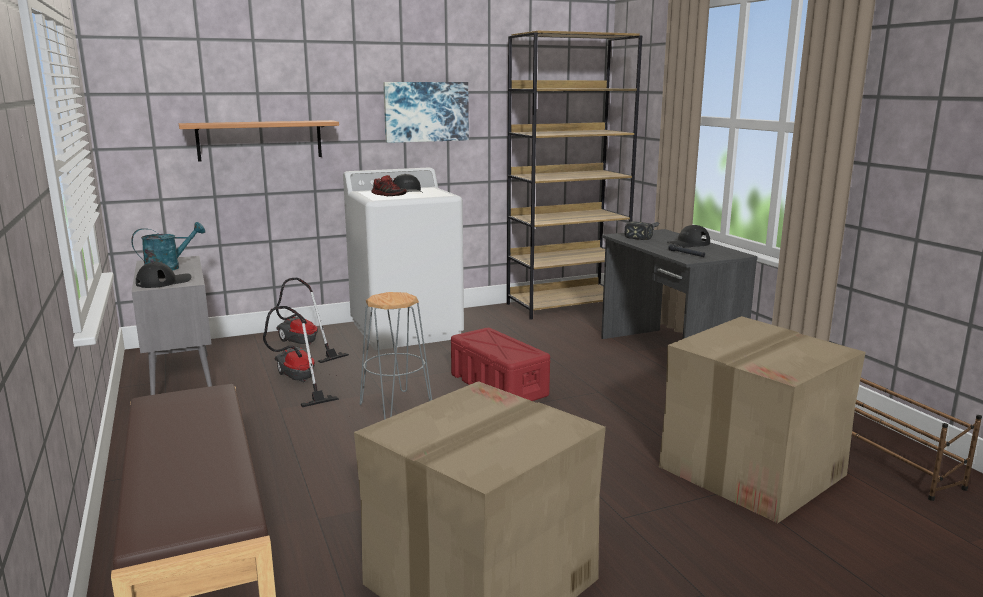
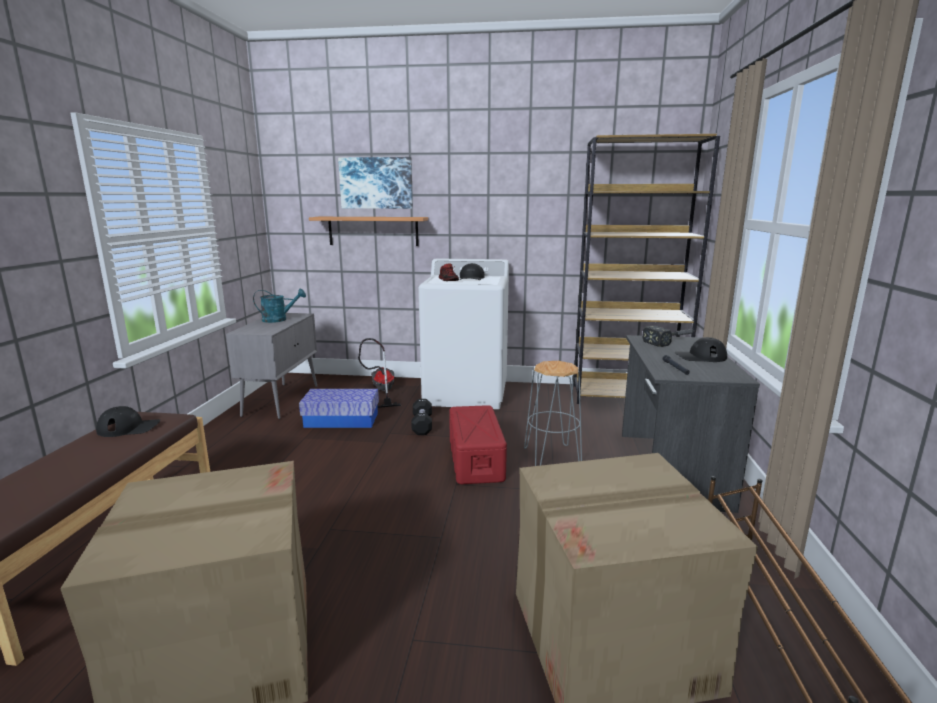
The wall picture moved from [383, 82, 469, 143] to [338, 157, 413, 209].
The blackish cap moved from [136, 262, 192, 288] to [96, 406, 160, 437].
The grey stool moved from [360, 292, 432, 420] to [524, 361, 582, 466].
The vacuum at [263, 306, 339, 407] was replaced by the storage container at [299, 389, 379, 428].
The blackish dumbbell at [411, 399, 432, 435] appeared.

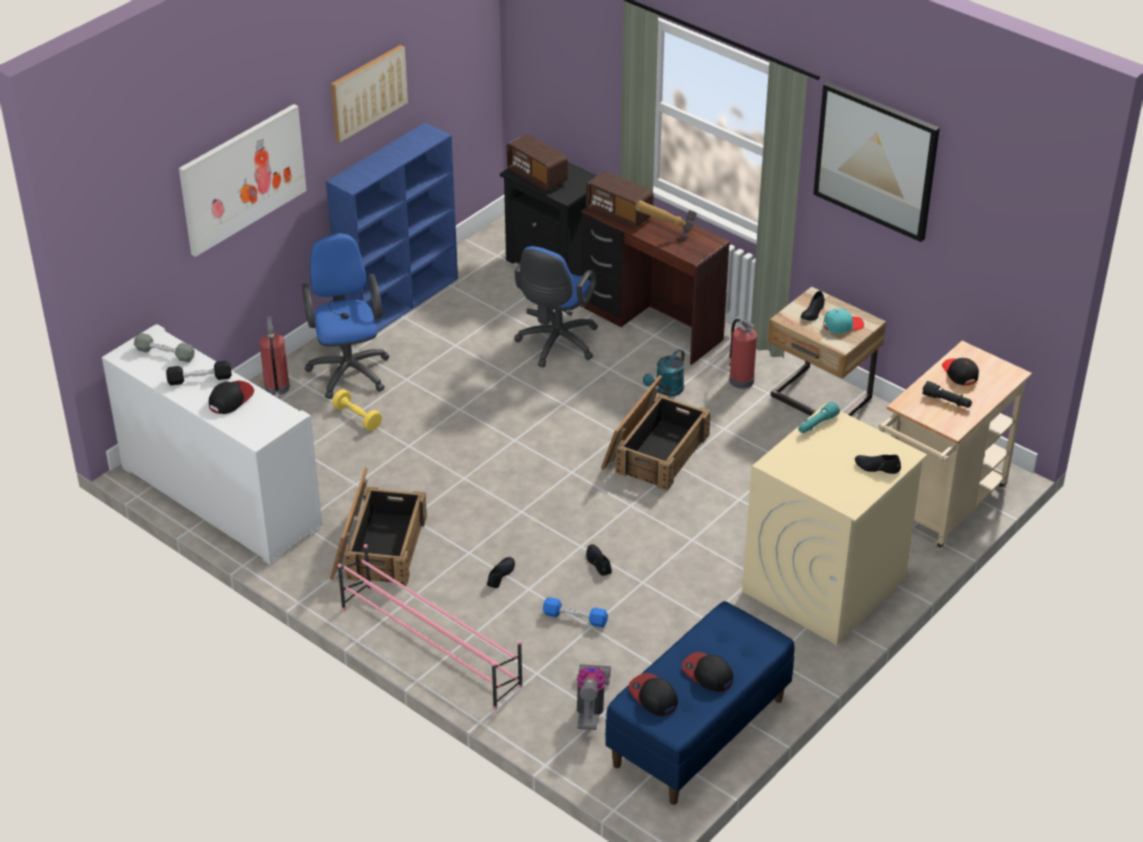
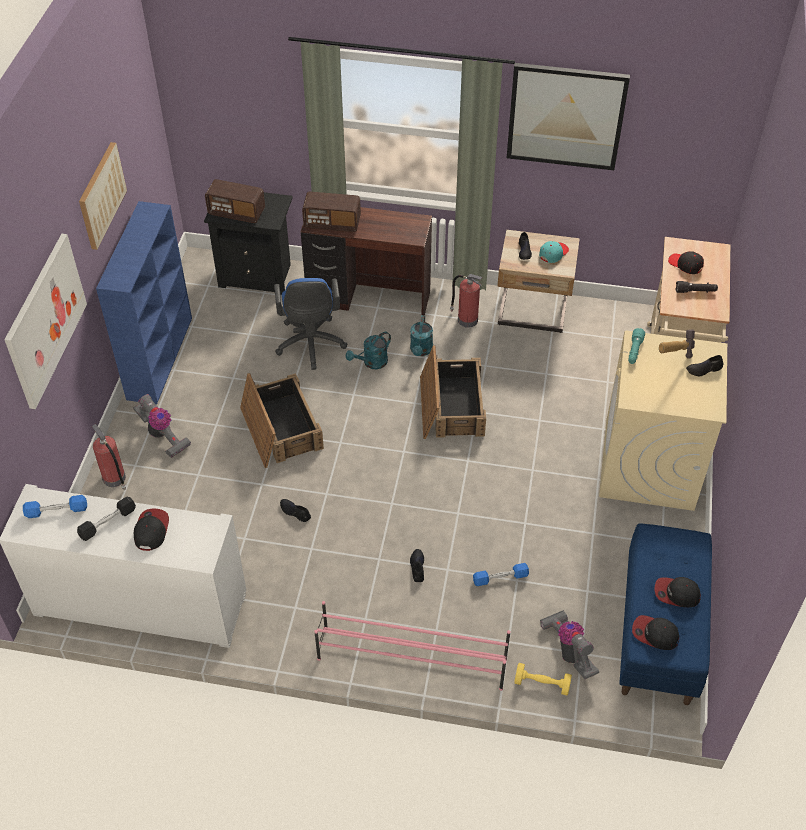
The hammer moved from [635, 200, 697, 239] to [659, 329, 695, 358].
The blue-coloured computer chair at [302, 233, 390, 399] was replaced by the vacuum at [133, 394, 191, 458].
The grey dumbbell at [134, 333, 195, 363] became the blue-coloured dumbbell at [23, 495, 87, 518].
The yellow-coloured dumbbell moved from [332, 389, 382, 431] to [514, 663, 572, 696].
The crate moved from [330, 468, 427, 586] to [240, 373, 324, 468].
The blackish item of footwear moved from [586, 544, 612, 576] to [280, 499, 311, 522].
The turquoise-coloured watering can at [346, 332, 391, 369] appeared.

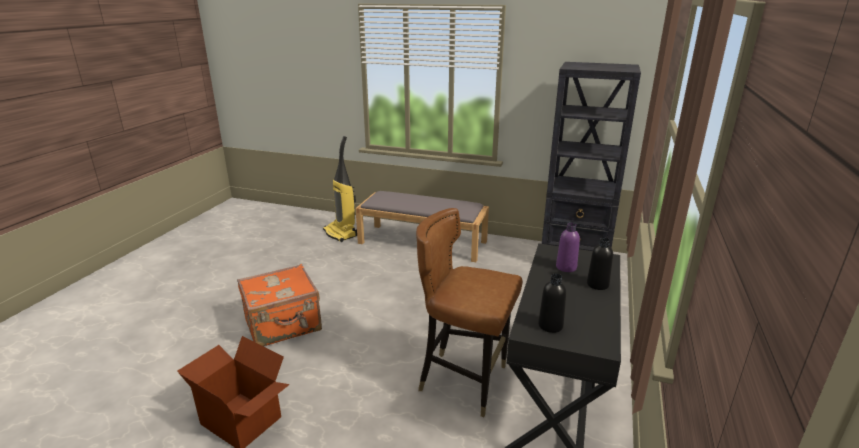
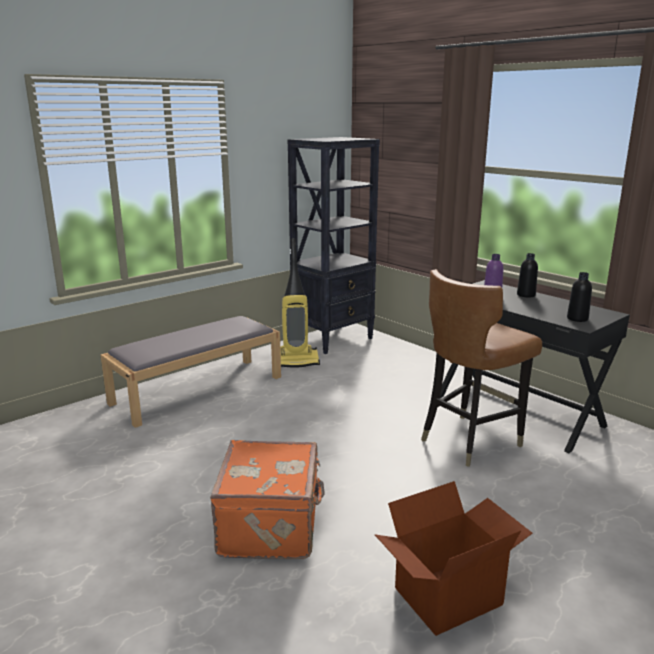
The vacuum moved from [323, 136, 357, 242] to [280, 238, 320, 368].

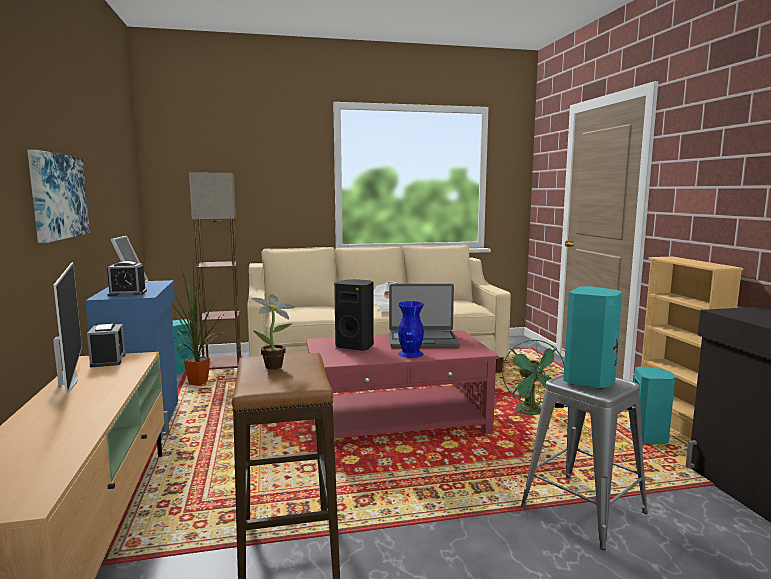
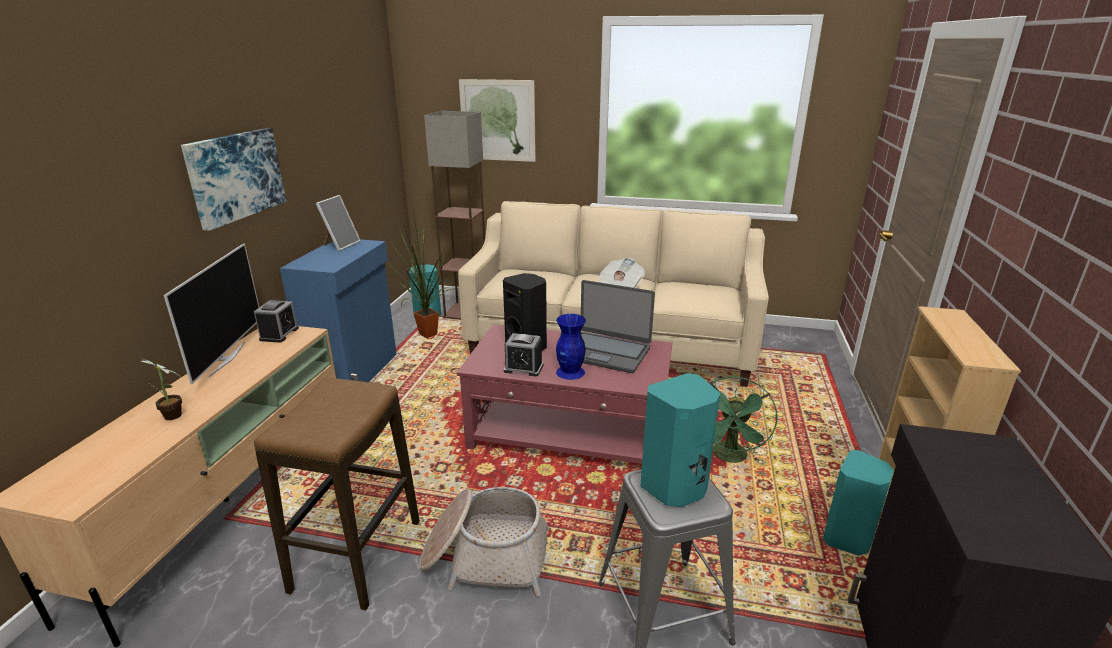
The bedside clock moved from [107, 261, 147, 296] to [504, 333, 543, 376].
The potted plant moved from [251, 294, 295, 370] to [141, 358, 182, 420].
The wall picture at [459, 79, 536, 162] appeared.
The household basket at [419, 487, 550, 597] appeared.

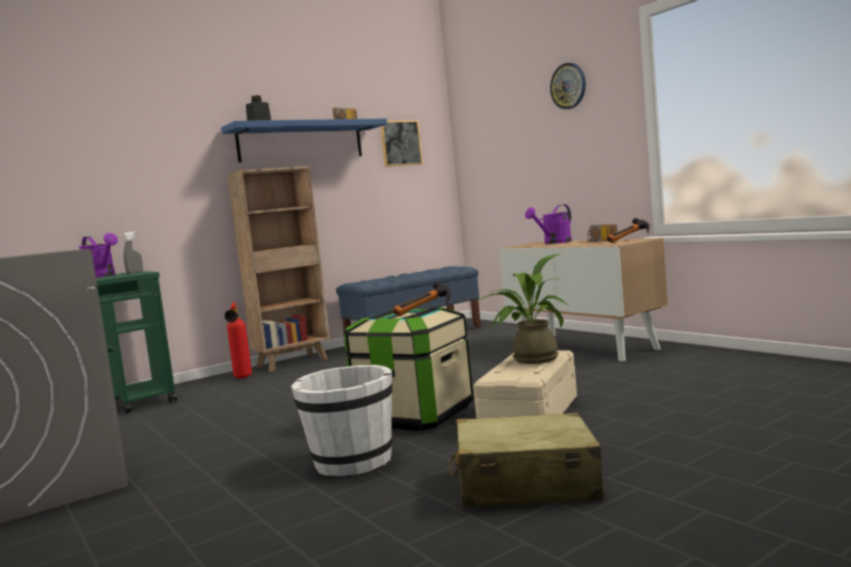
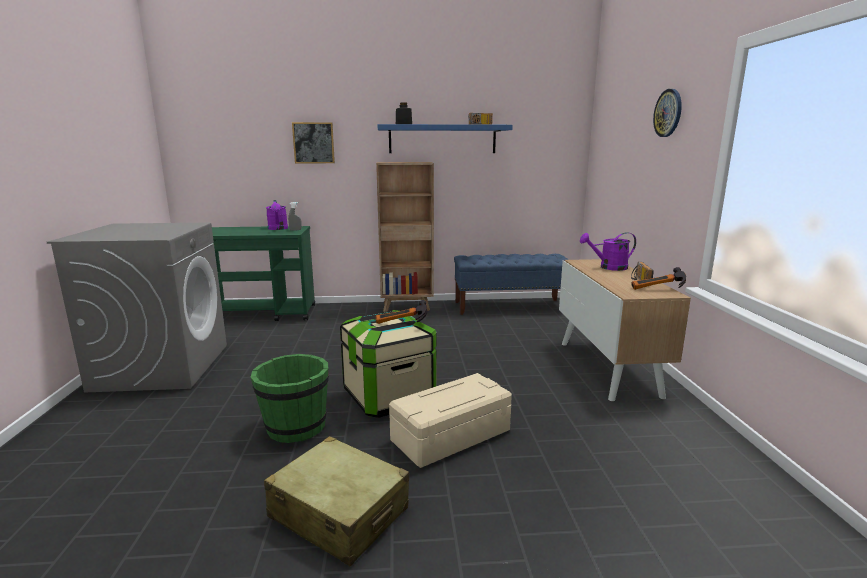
The wall picture moved from [380, 120, 423, 167] to [292, 122, 335, 163].
The potted plant at [477, 254, 568, 364] disappeared.
The fire-fighting cylinder at [224, 302, 252, 378] disappeared.
The white water bucket at [291, 365, 393, 476] became the greenish water bucket at [251, 354, 329, 443].

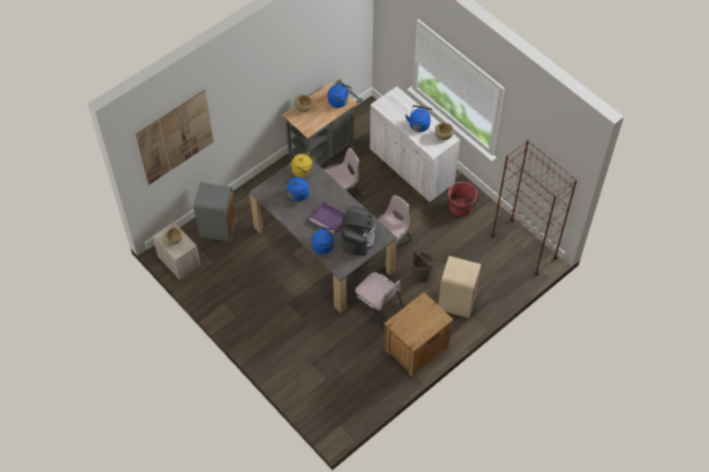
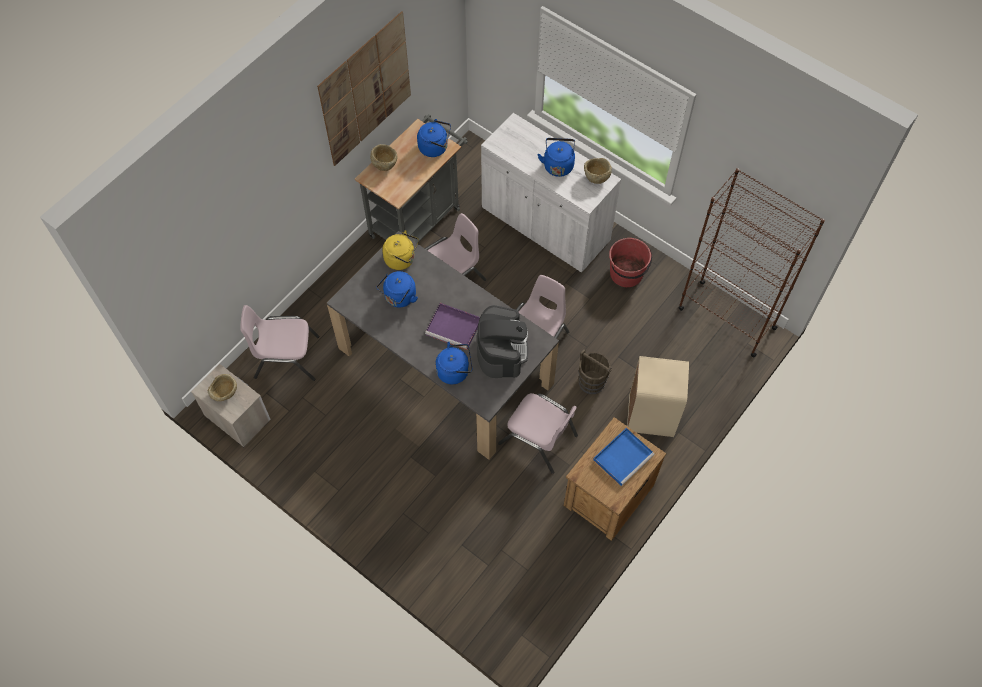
The wall picture moved from [136, 90, 213, 185] to [317, 11, 411, 166].
The grey rubbish bin at [194, 183, 237, 242] was replaced by the pink-coloured chair at [240, 305, 319, 381].
The blue-coloured tray at [593, 428, 655, 486] appeared.

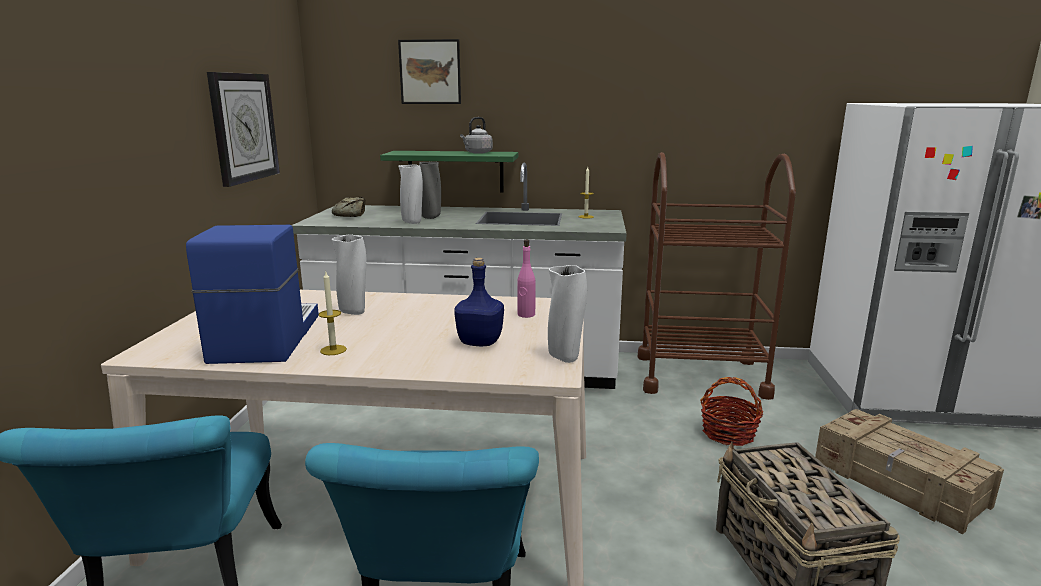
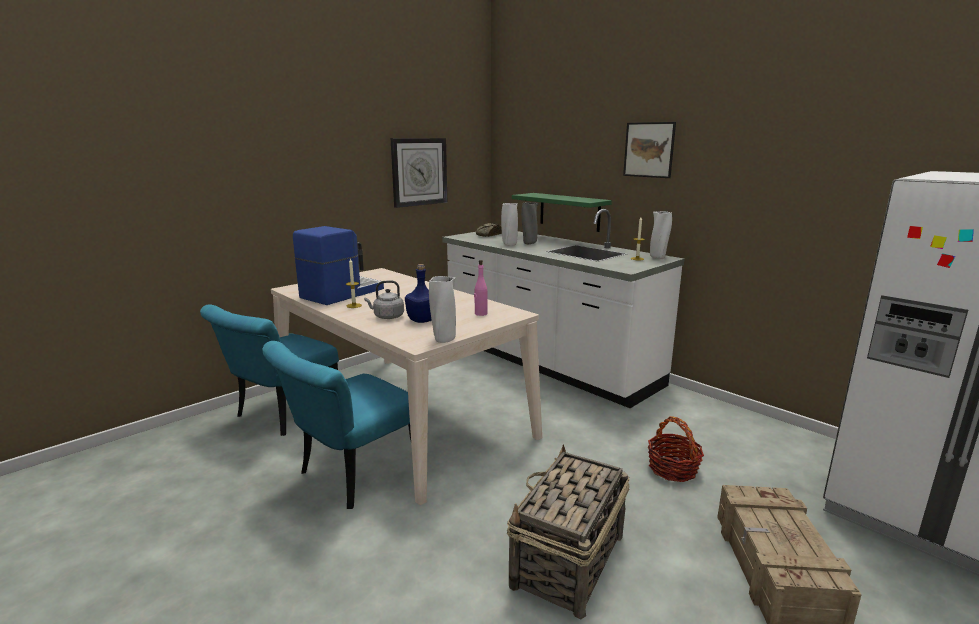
The wall picture moved from [398, 39, 461, 104] to [623, 122, 676, 178].
The grey tea kettle moved from [460, 117, 493, 154] to [364, 280, 404, 319].
The brown cart at [637, 152, 796, 400] disappeared.
The white decorative vase moved from [331, 234, 367, 315] to [650, 211, 672, 259].

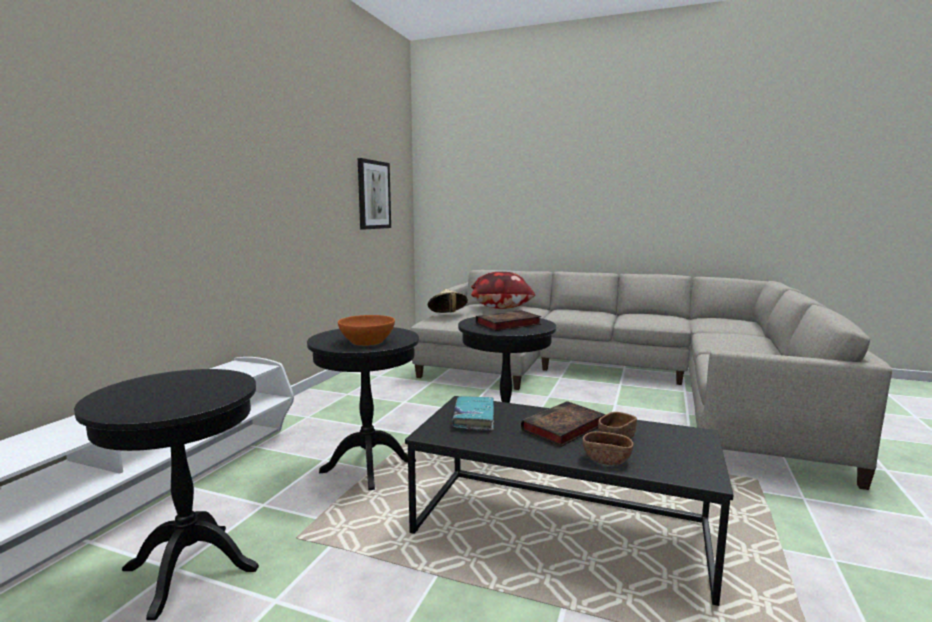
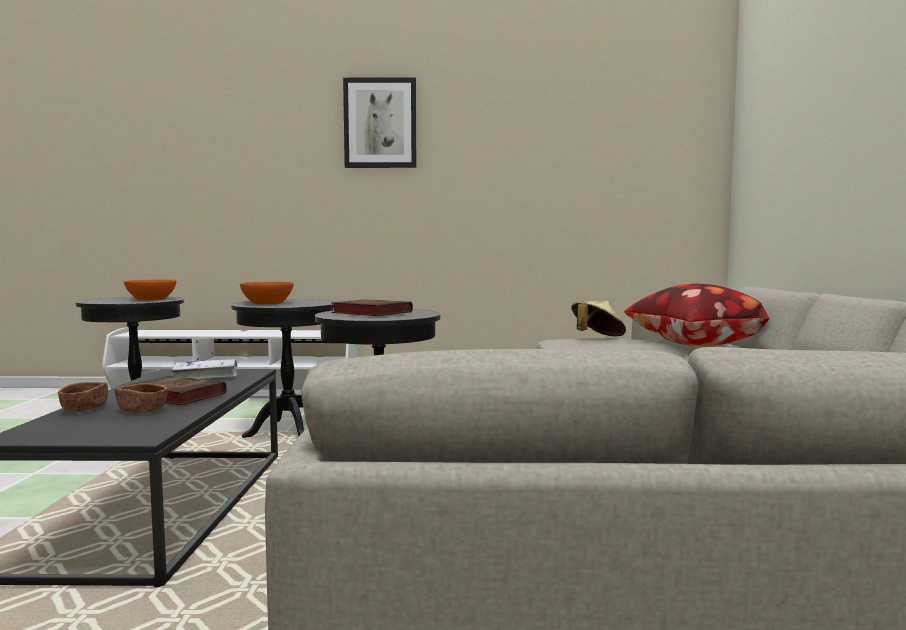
The wall picture moved from [358, 158, 391, 229] to [343, 77, 416, 168].
The turquoise-coloured volume at [452, 397, 494, 431] became the white volume at [171, 359, 238, 379].
The orange-coloured deep dish at [124, 279, 176, 300] appeared.

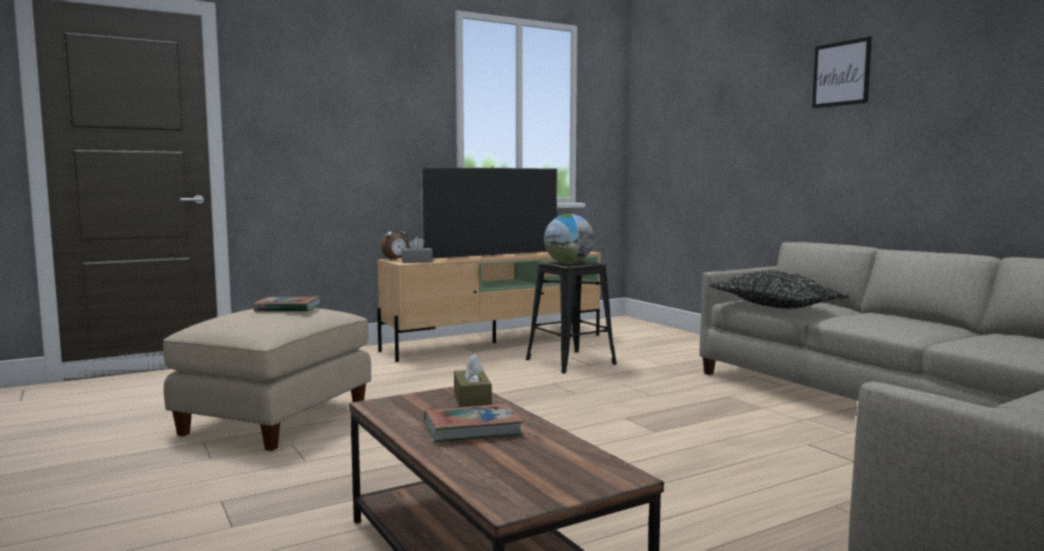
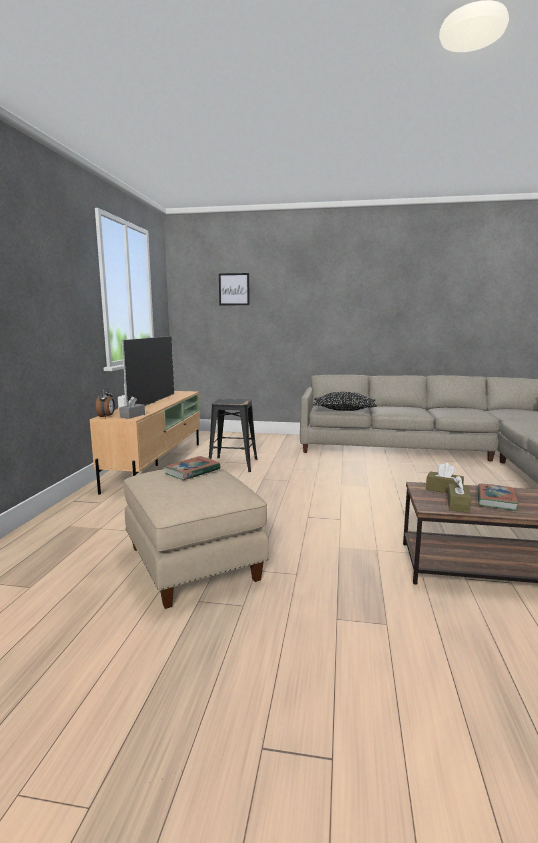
The wall picture moved from [812, 37, 872, 108] to [219, 273, 250, 305].
The world globe at [544, 214, 594, 264] disappeared.
The brown tissue box at [447, 476, 471, 513] appeared.

